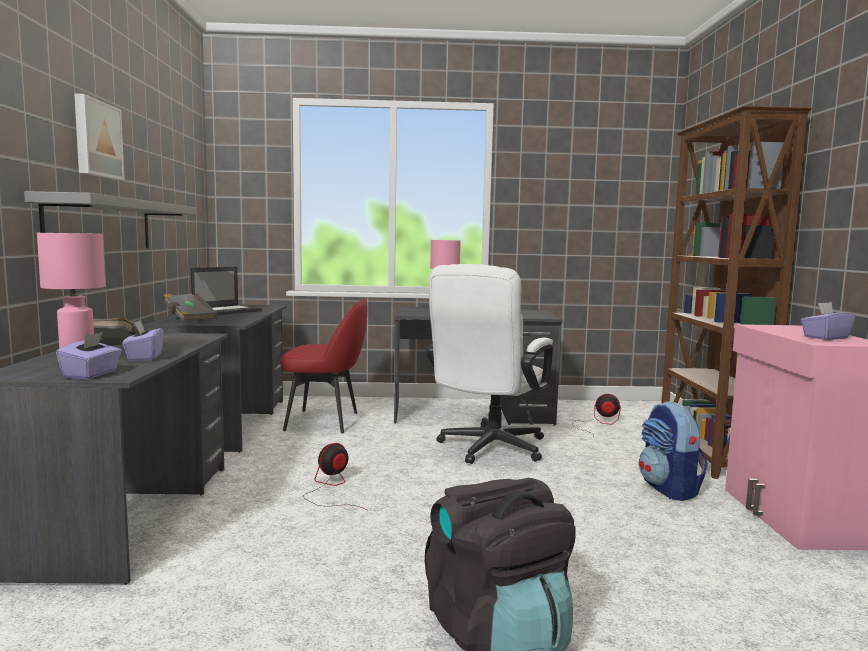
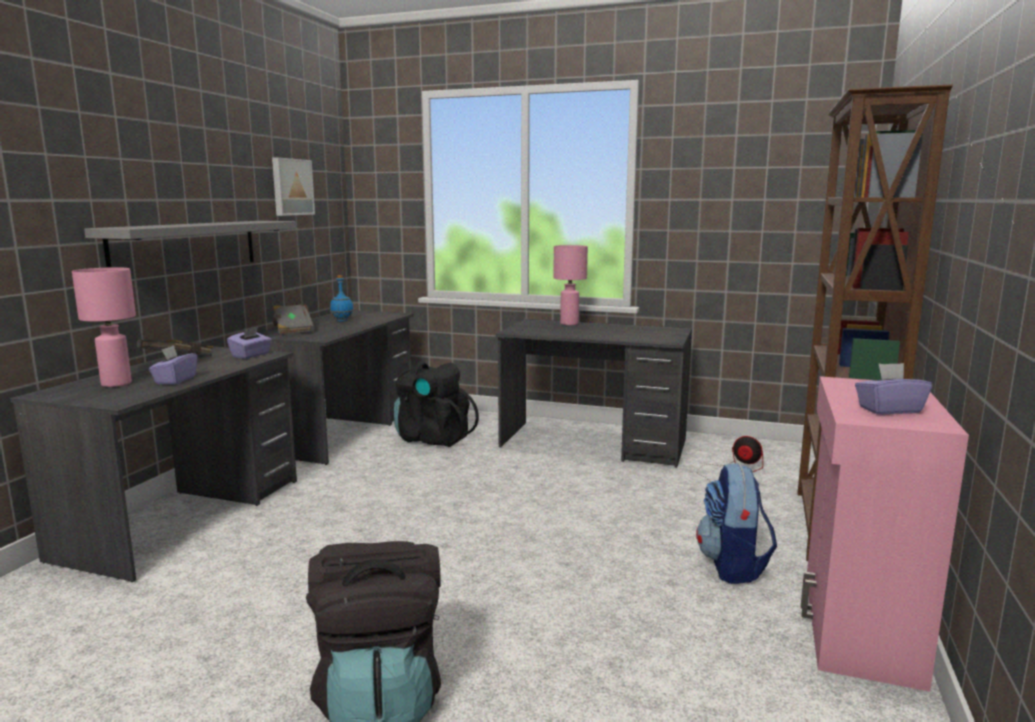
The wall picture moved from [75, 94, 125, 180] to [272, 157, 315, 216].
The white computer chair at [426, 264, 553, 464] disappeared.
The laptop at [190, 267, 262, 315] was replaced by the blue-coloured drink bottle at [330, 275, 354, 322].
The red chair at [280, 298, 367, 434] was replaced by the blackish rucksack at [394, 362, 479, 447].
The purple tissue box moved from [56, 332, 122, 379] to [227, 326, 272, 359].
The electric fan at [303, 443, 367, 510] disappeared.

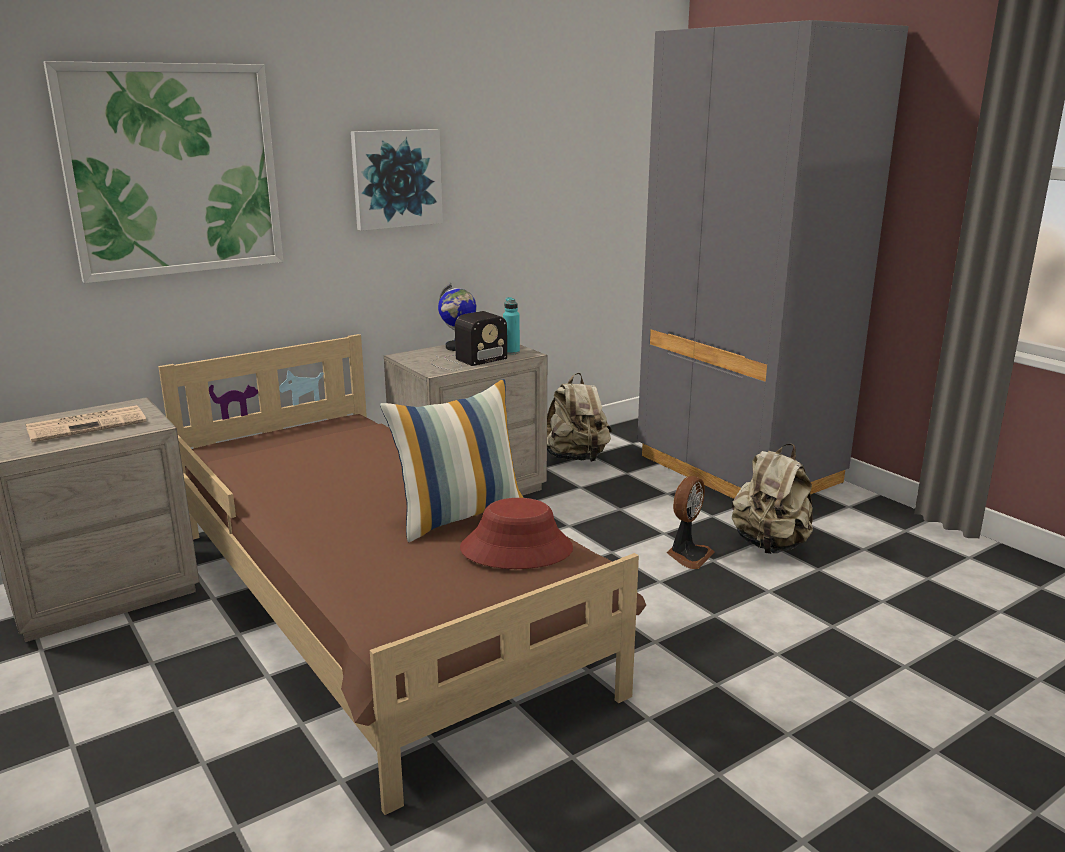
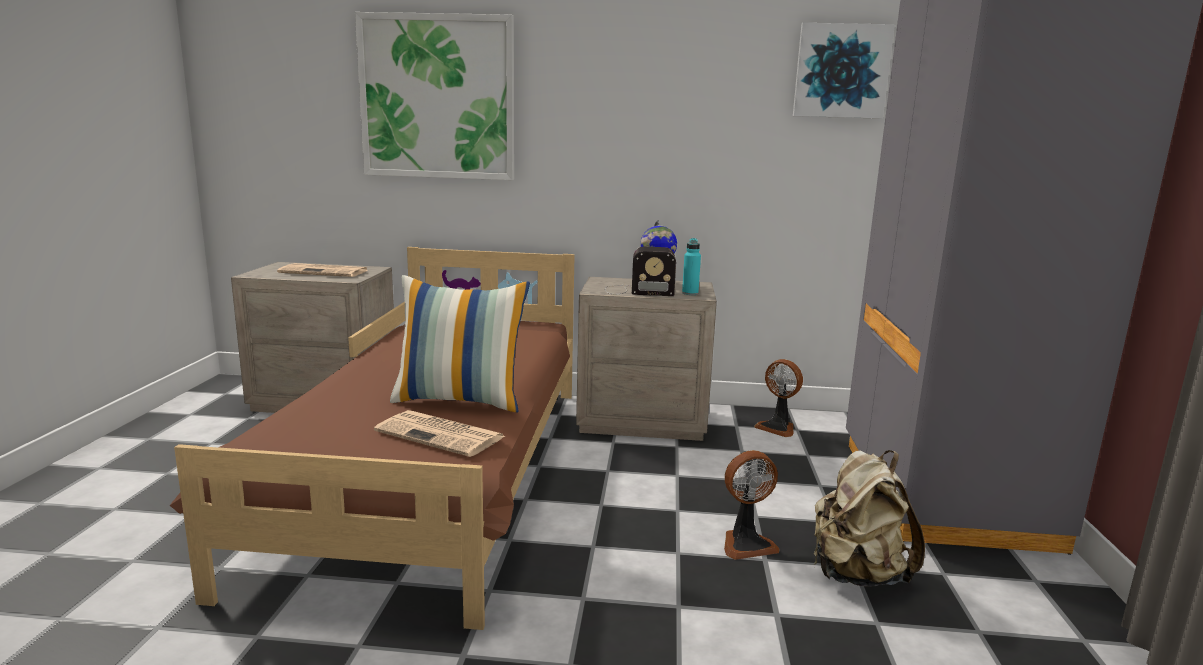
The wall picture moved from [351, 129, 443, 231] to [793, 23, 895, 119].
The sand-coloured rucksack at [547, 373, 612, 462] was replaced by the electric fan at [754, 359, 803, 437].
The red clothing hat at [460, 498, 573, 569] was replaced by the printed paper at [374, 410, 505, 457].

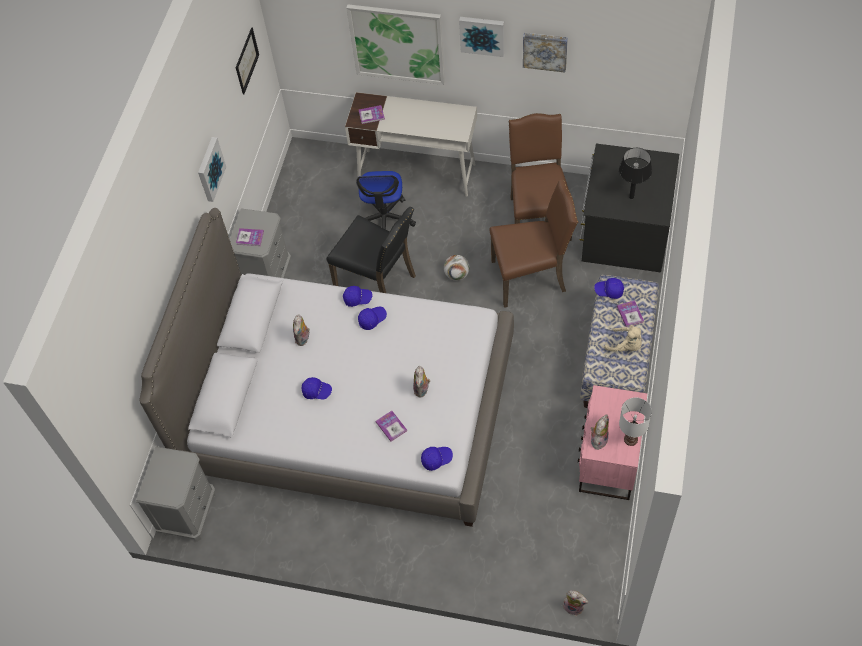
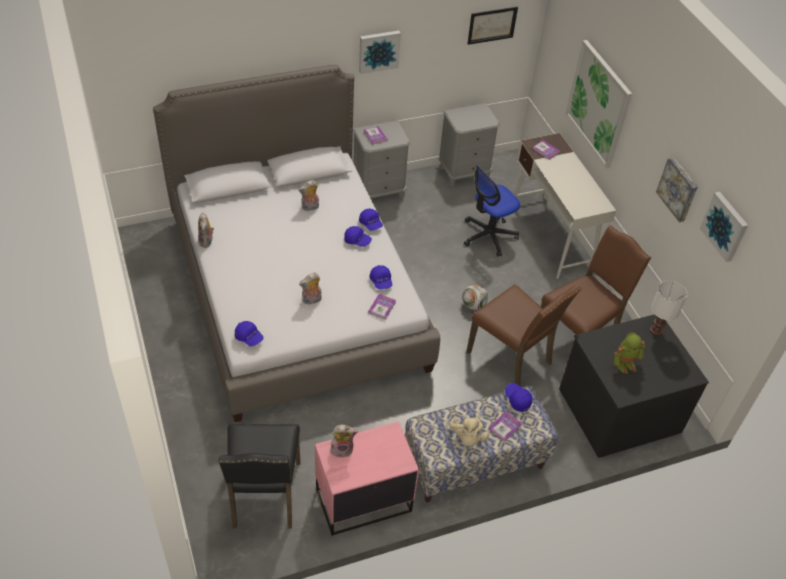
The wall picture moved from [459, 17, 504, 57] to [700, 192, 748, 262].
The blackish table lamp at [619, 148, 652, 199] was replaced by the robot figure at [614, 332, 645, 374].
The blackish chair moved from [327, 207, 416, 293] to [219, 424, 300, 528].
The blue-coloured cap moved from [302, 377, 332, 400] to [369, 265, 392, 289].
The white table lamp moved from [619, 397, 652, 446] to [650, 281, 687, 336].
The volume moved from [376, 411, 407, 442] to [368, 294, 396, 319].
The grey night table moved from [136, 446, 215, 542] to [438, 103, 500, 186].
The cuddly toy moved from [563, 590, 588, 616] to [198, 213, 214, 248].

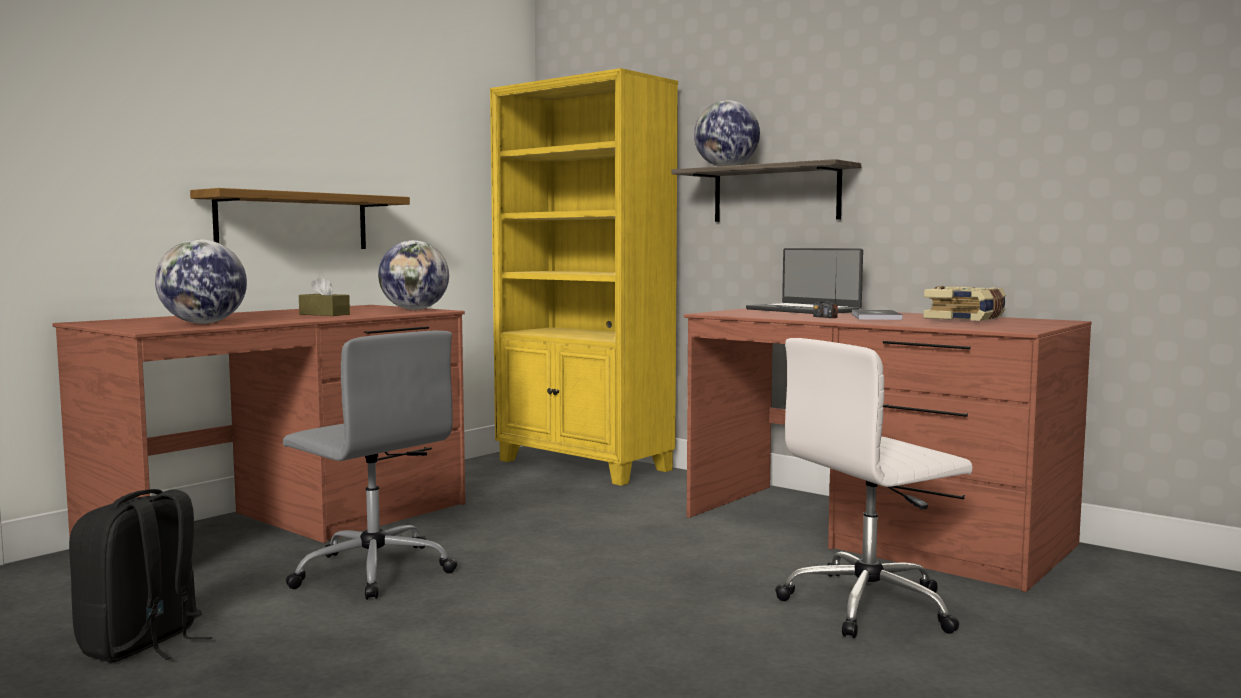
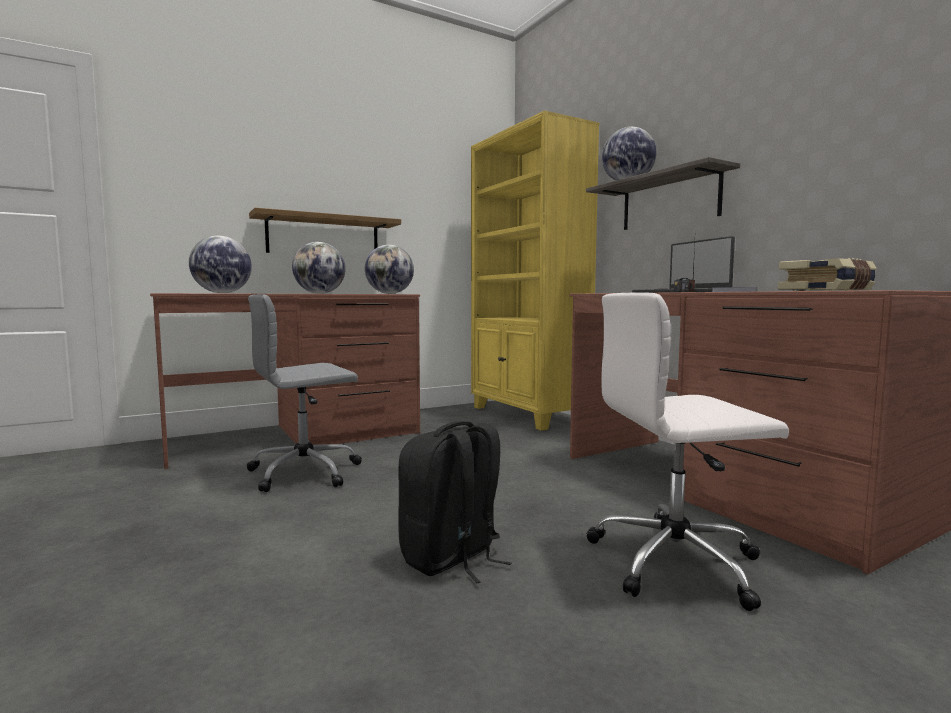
The brown tissue box at [299, 276, 350, 316] was replaced by the world globe at [292, 242, 346, 294].
The grey computer chair at [283, 330, 457, 600] turned 90 degrees clockwise.
The blackish rucksack moved from [69, 489, 212, 663] to [398, 421, 512, 583].

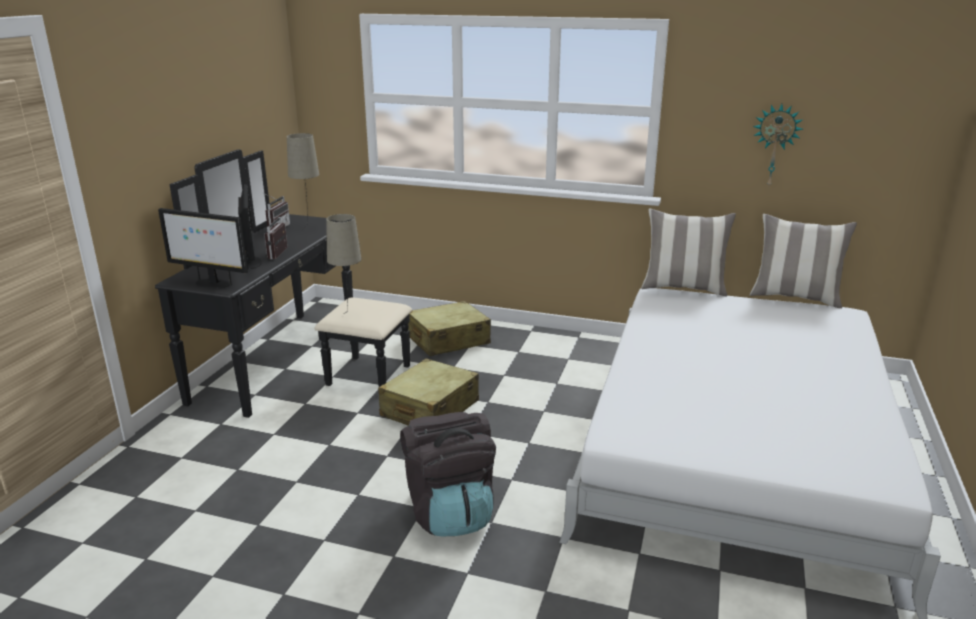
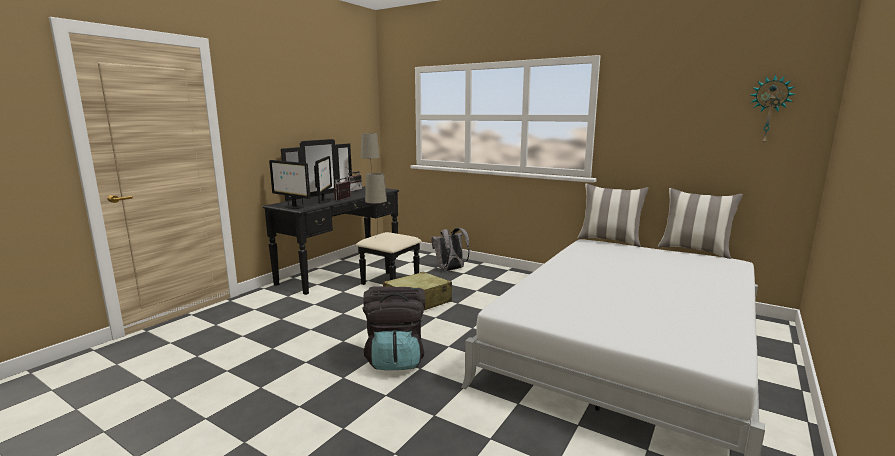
The clock on the wall moved from [753, 104, 803, 189] to [751, 75, 796, 144].
The sand-coloured travel case at [408, 301, 491, 356] was replaced by the grey rucksack at [431, 228, 470, 271].

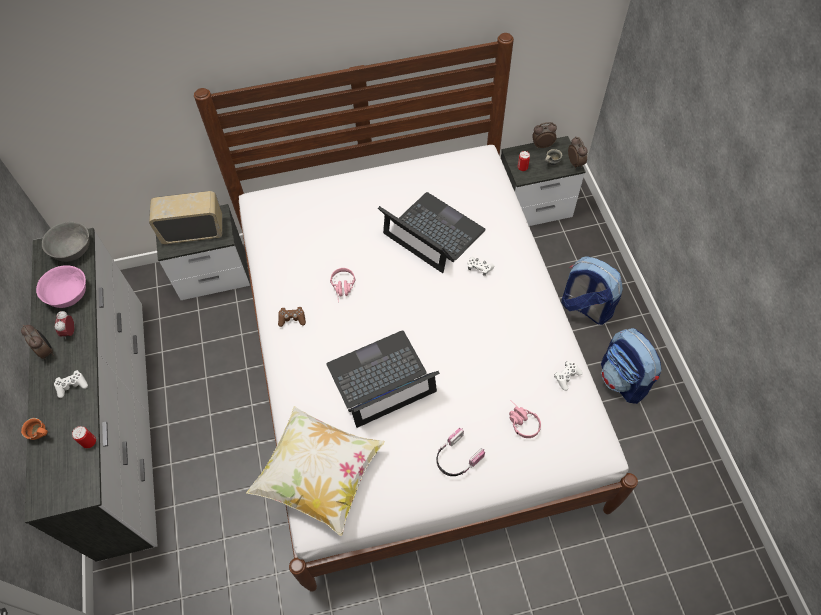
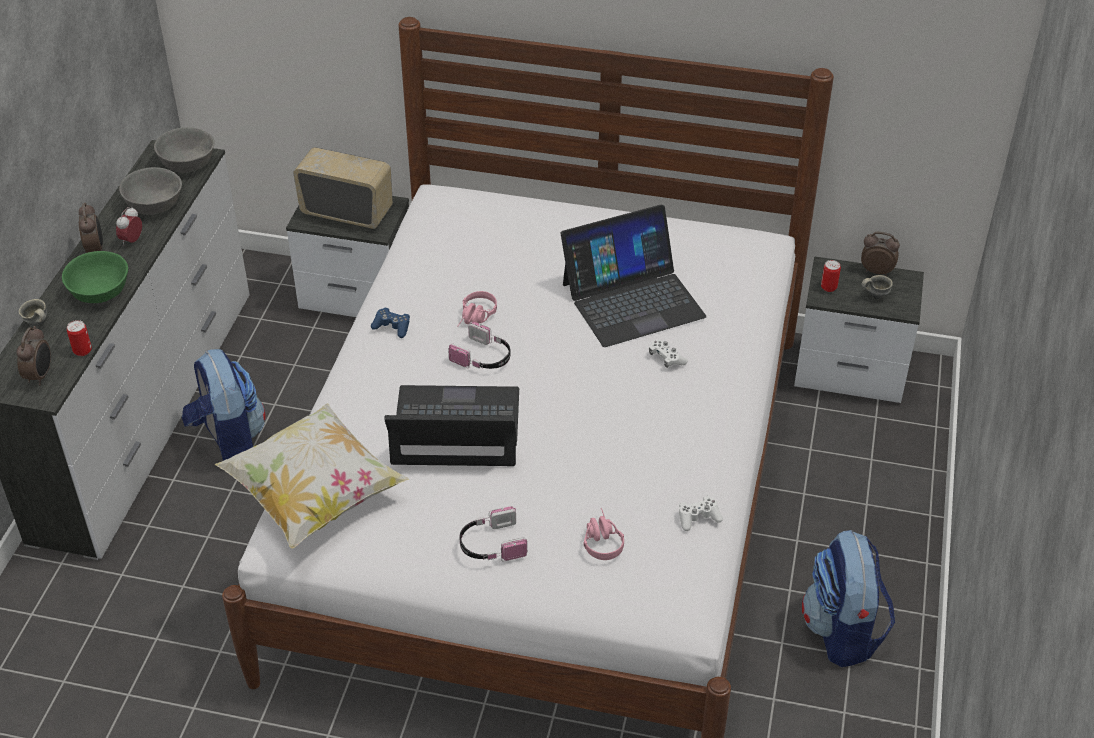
The bedside clock moved from [568, 136, 588, 169] to [17, 326, 51, 385].
The laptop at [378, 192, 486, 273] turned 90 degrees clockwise.
The rucksack moved from [561, 256, 623, 325] to [182, 349, 266, 461].
The pink-coloured deep dish at [36, 265, 86, 308] became the grey deep dish at [119, 167, 182, 215].
The brown gamepad at [278, 307, 306, 327] became the blue-coloured gamepad at [371, 307, 410, 338].
The white gamepad at [54, 370, 88, 398] was replaced by the greenish deep dish at [62, 251, 128, 303].
The orange-coloured mug at [21, 418, 48, 440] became the grey mug at [19, 299, 47, 326].
The headphones at [448, 322, 511, 369] appeared.

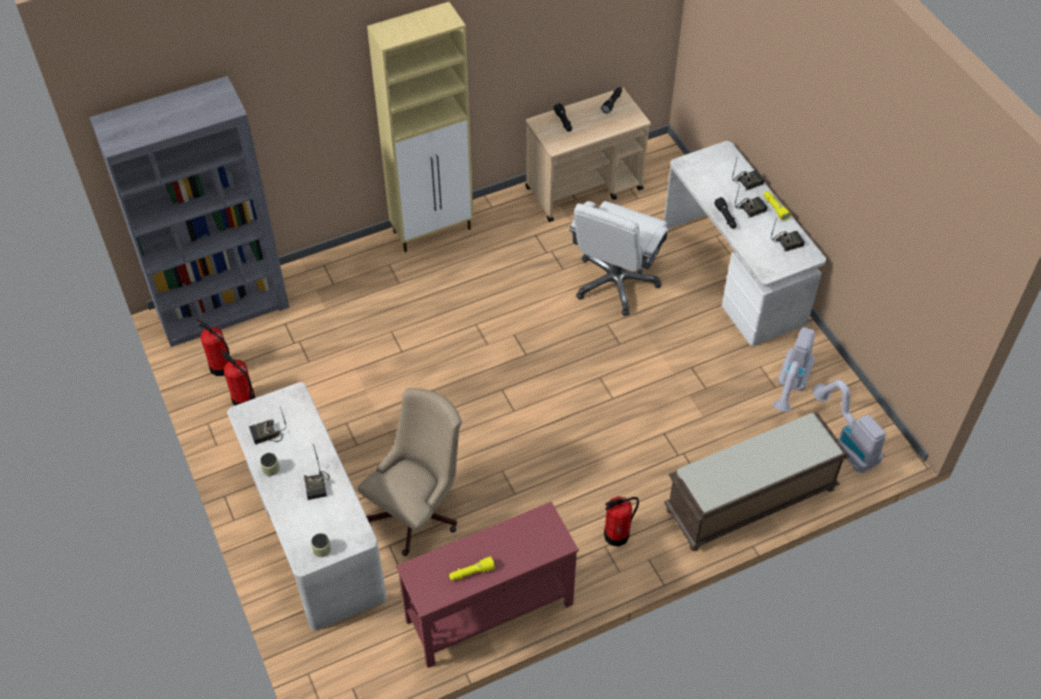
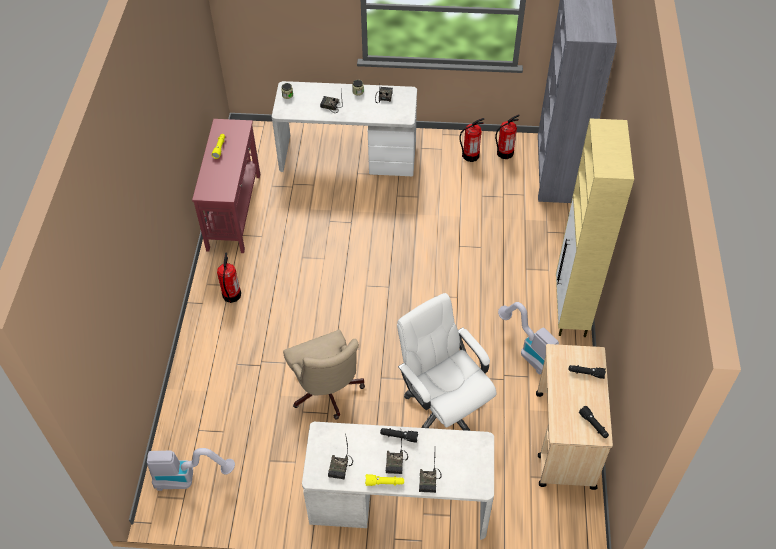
The vacuum moved from [773, 327, 815, 412] to [498, 302, 559, 375].
The sand-coloured computer chair moved from [358, 388, 462, 556] to [283, 330, 365, 419].
The brown bench at [664, 412, 850, 551] disappeared.

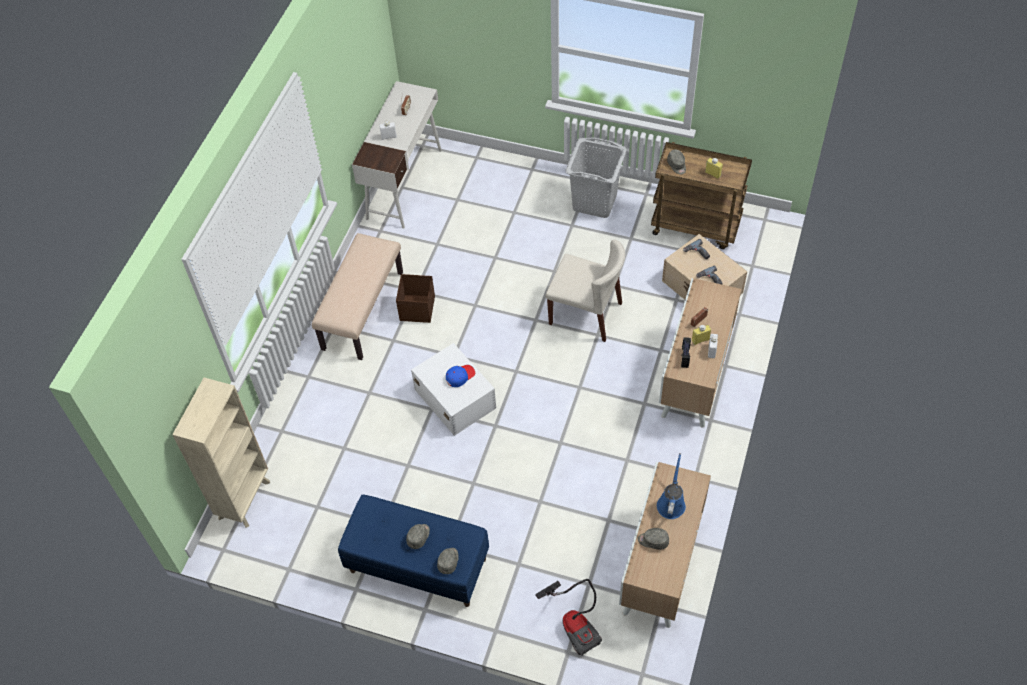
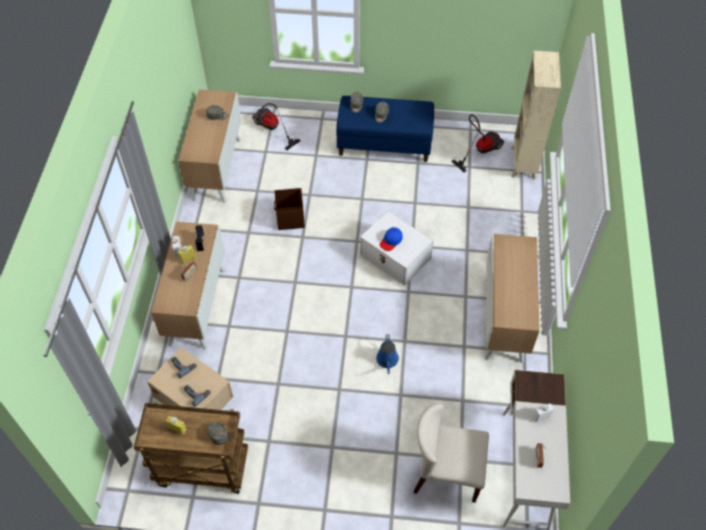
The grey laundry basket at [565, 137, 627, 218] disappeared.
The sand-coloured bench at [312, 233, 403, 360] was replaced by the cupboard at [484, 234, 540, 363].
The sand-coloured chair moved from [546, 240, 625, 342] to [414, 403, 489, 503].
The brown storage container moved from [396, 274, 435, 323] to [274, 188, 305, 230].
The blue-coloured watering can moved from [657, 453, 686, 519] to [376, 334, 399, 374].
The vacuum at [451, 114, 504, 173] appeared.

